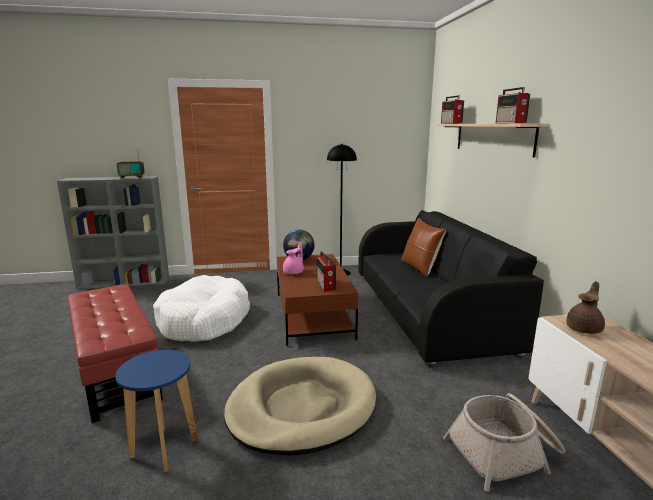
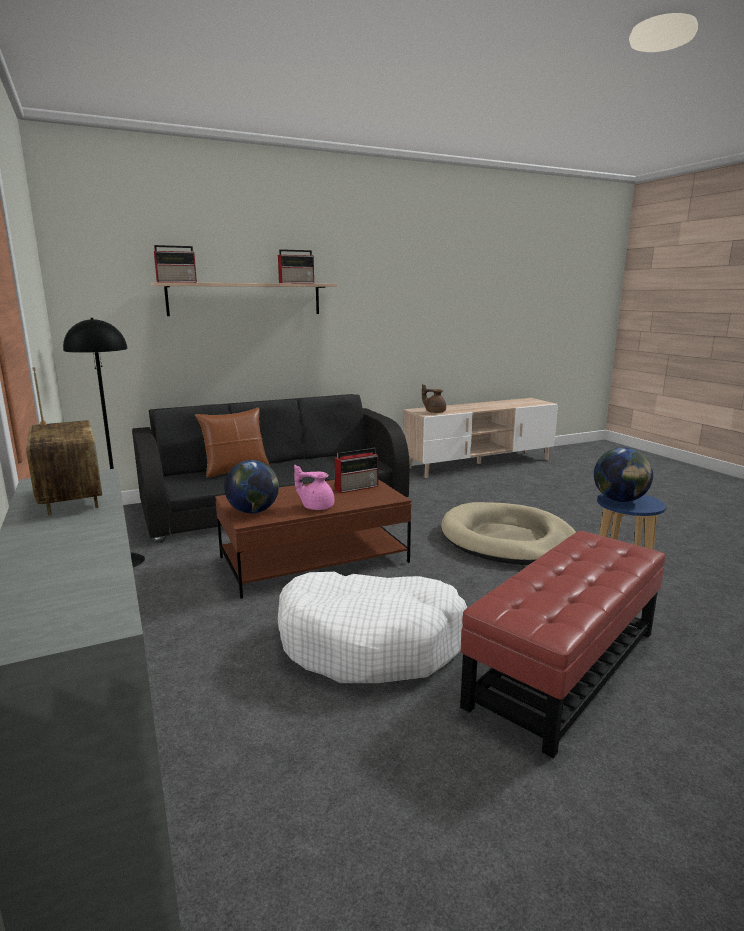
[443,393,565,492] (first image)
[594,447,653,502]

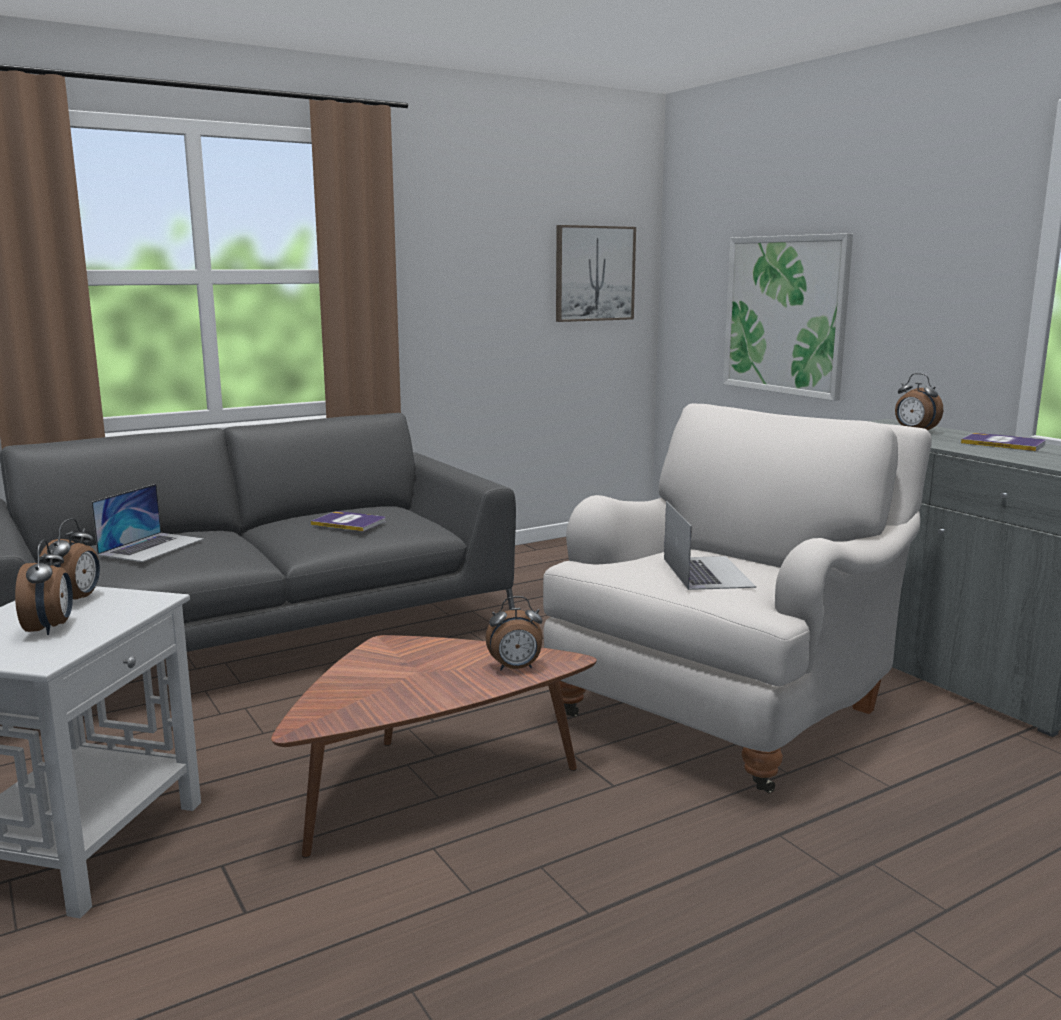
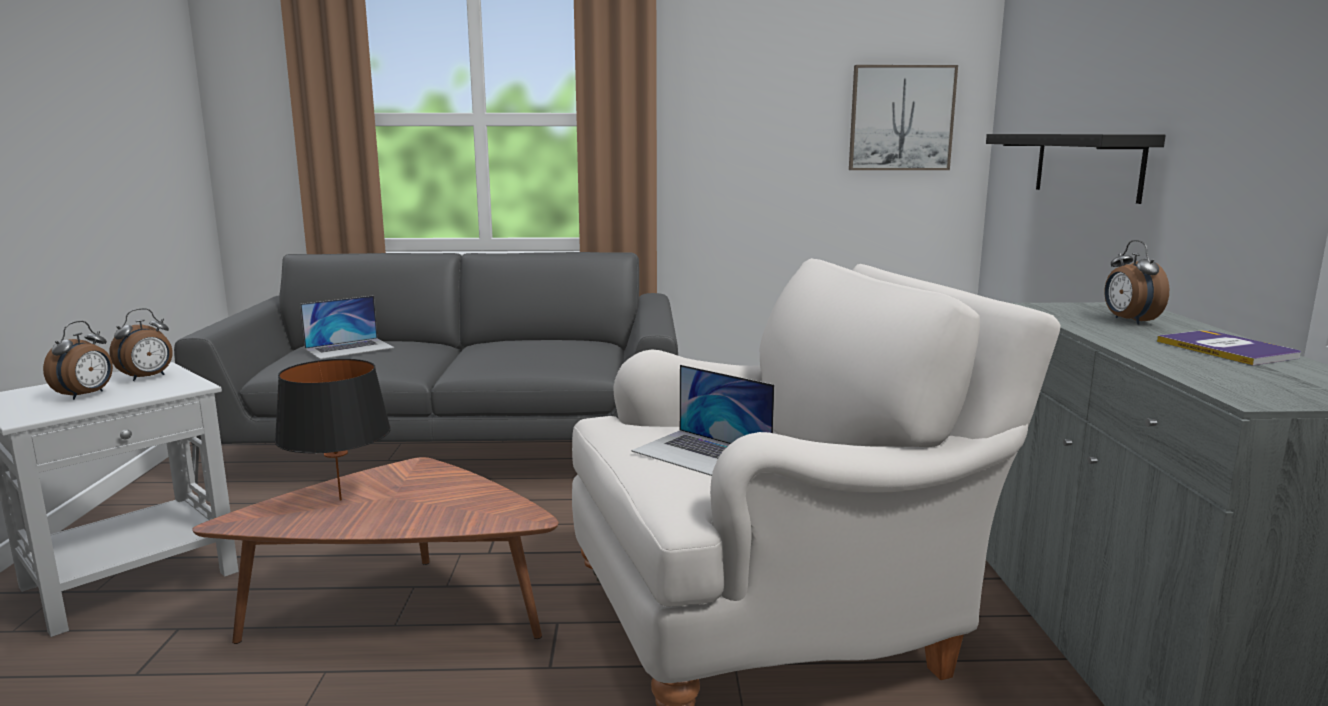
[311,511,385,531] (first image)
[485,596,543,670] (first image)
[275,359,391,501]
[986,134,1166,204]
[632,365,775,476]

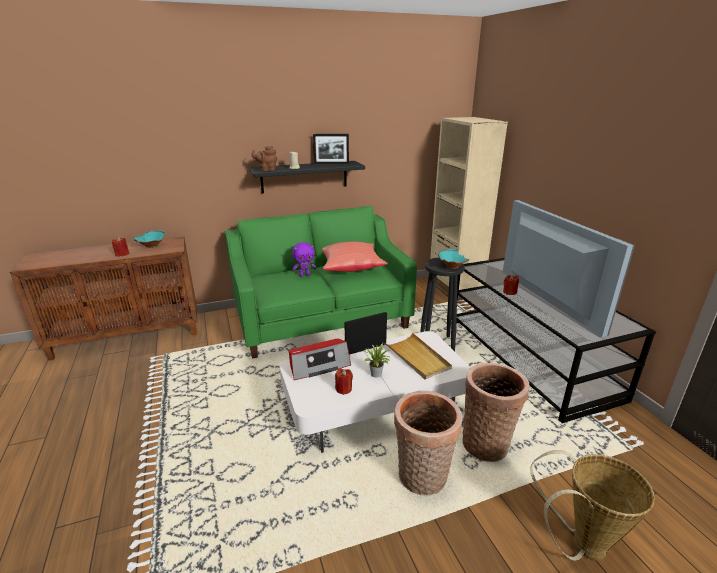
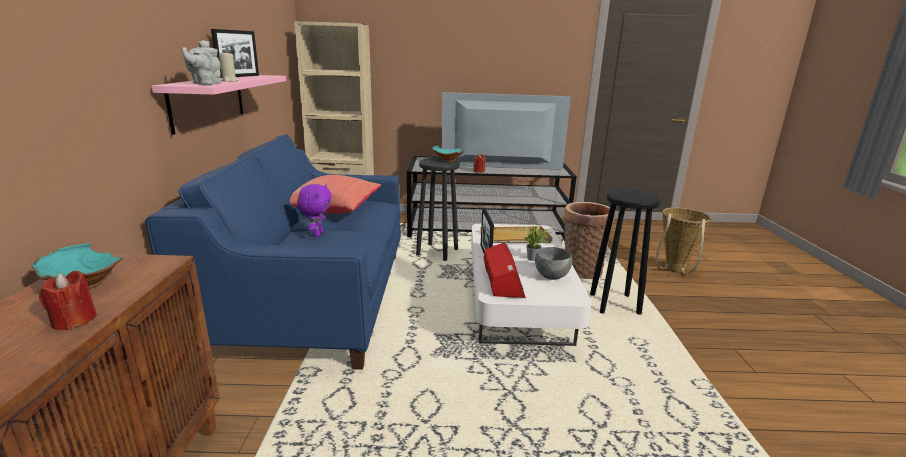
[535,247,572,280]
[590,189,661,315]
[145,134,401,370]
[152,75,286,135]
[182,40,221,85]

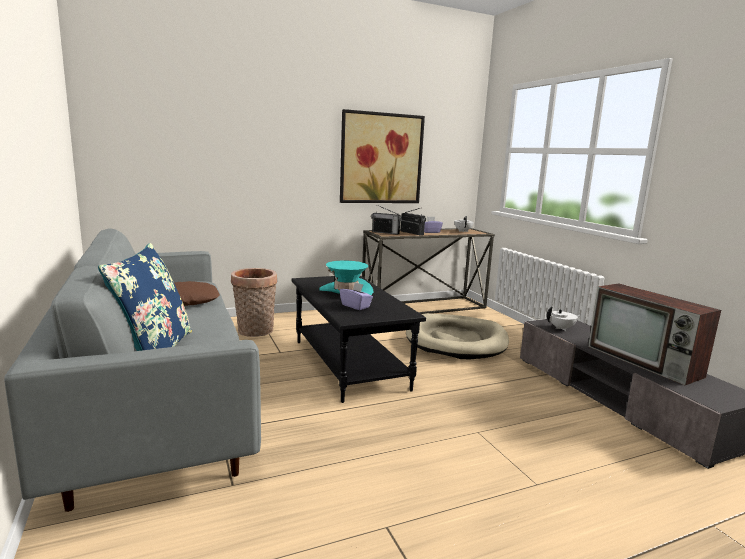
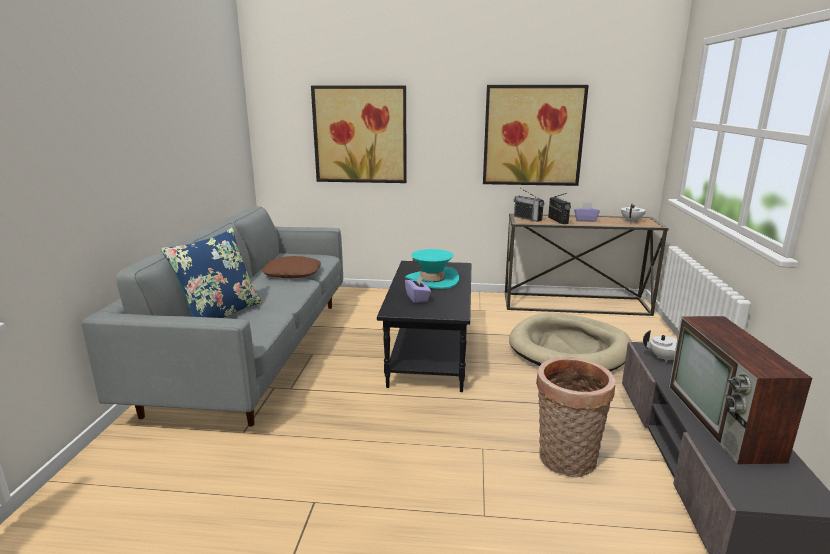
[311,85,407,183]
[536,357,616,477]

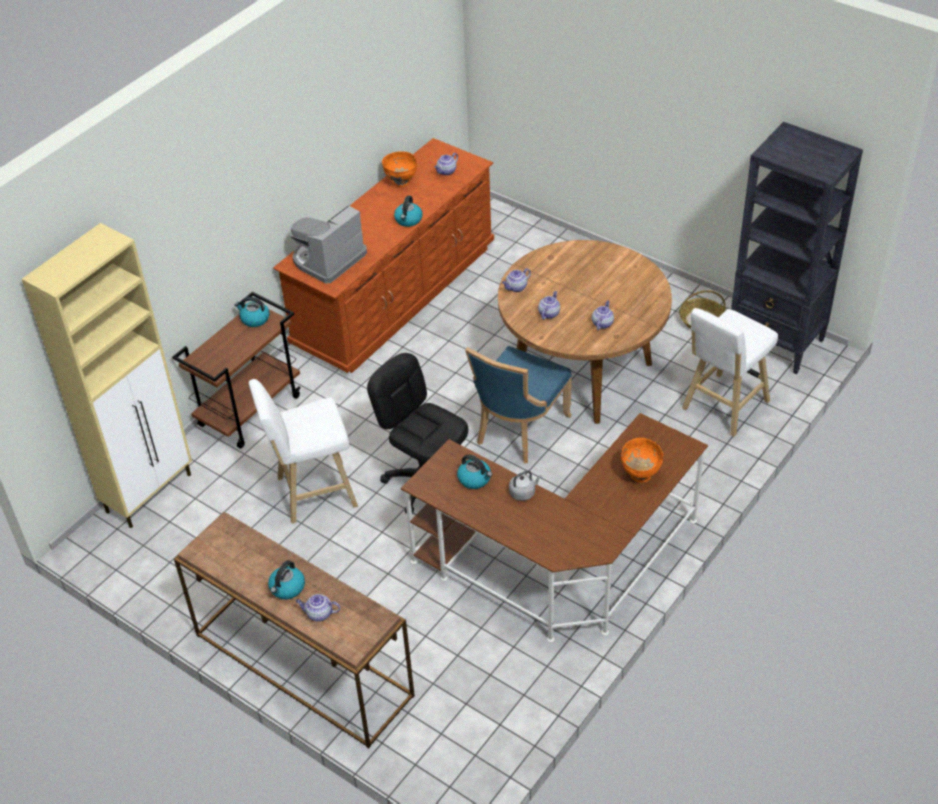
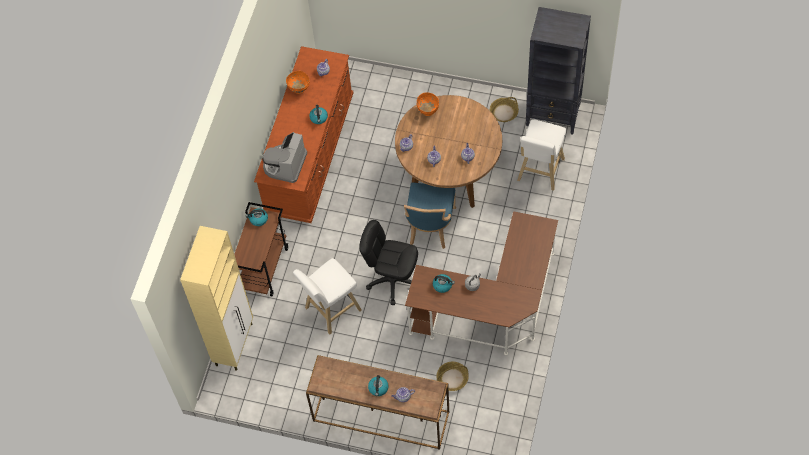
[436,361,469,391]
[417,92,439,116]

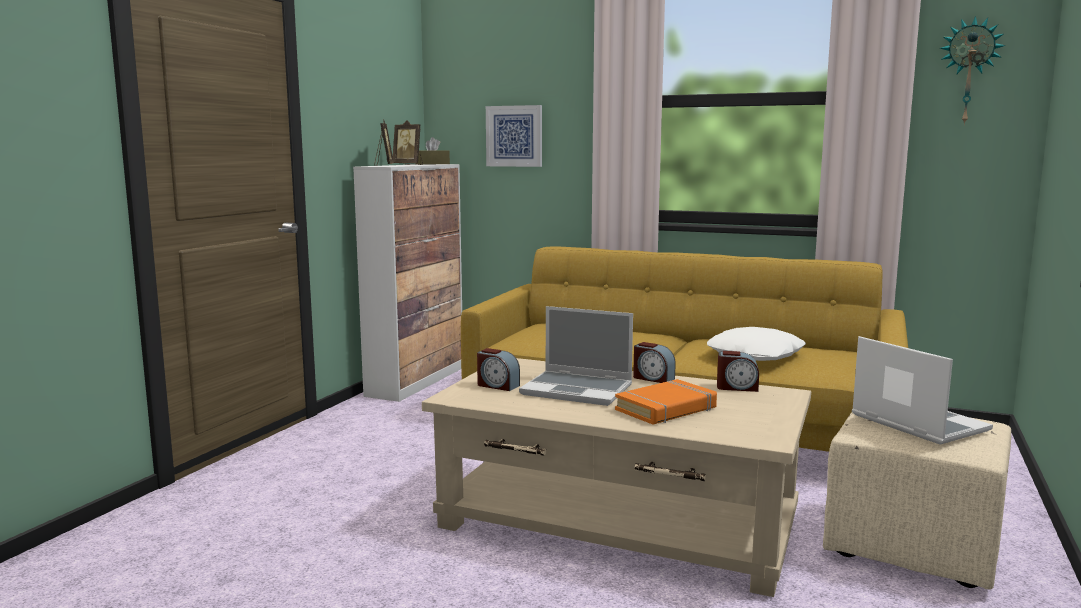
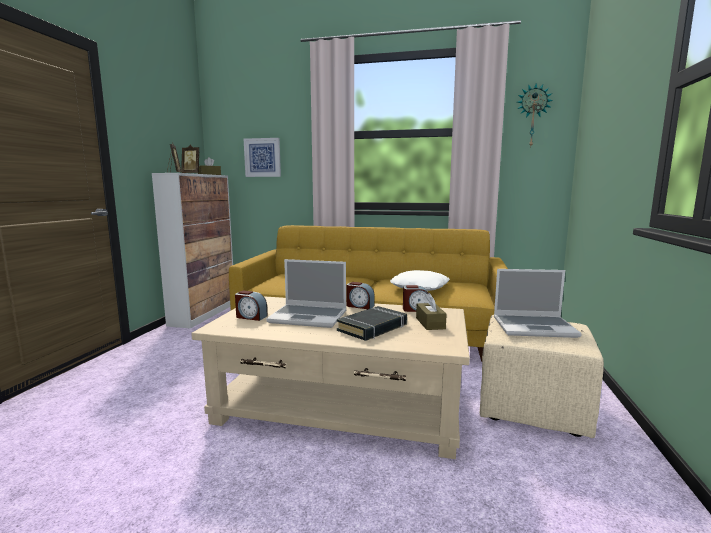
[416,293,447,330]
[337,306,407,341]
[494,269,582,338]

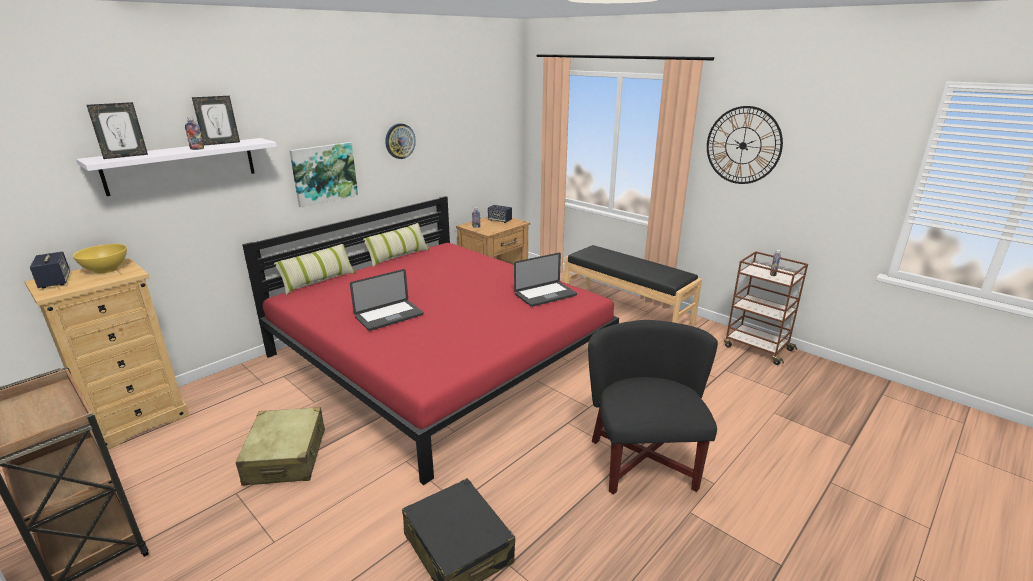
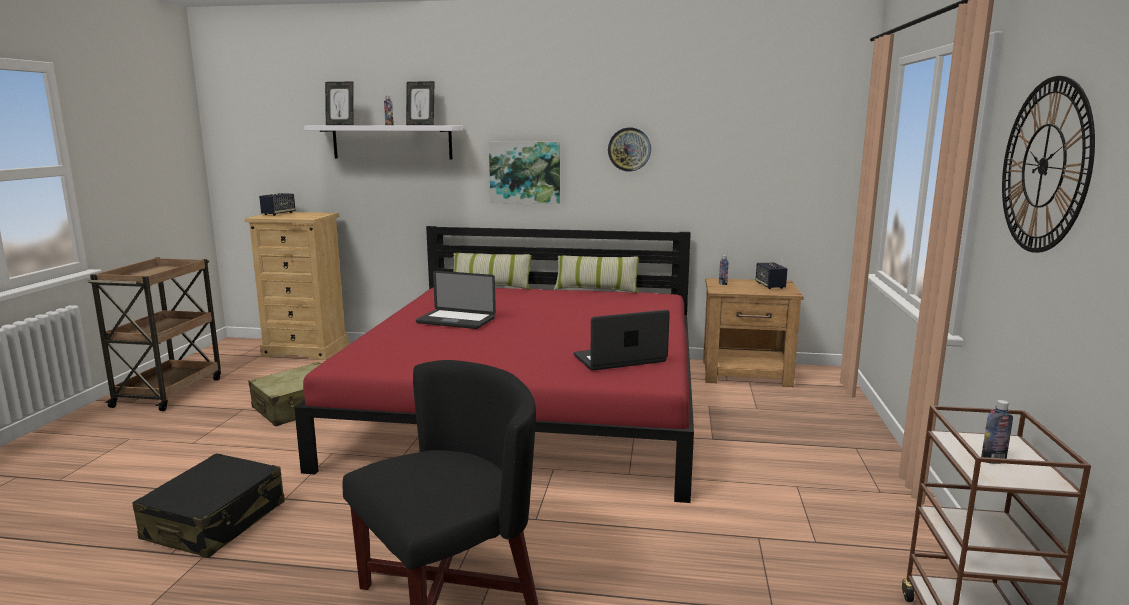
[73,244,127,273] (first image)
[564,245,702,326] (first image)
[574,310,670,371]

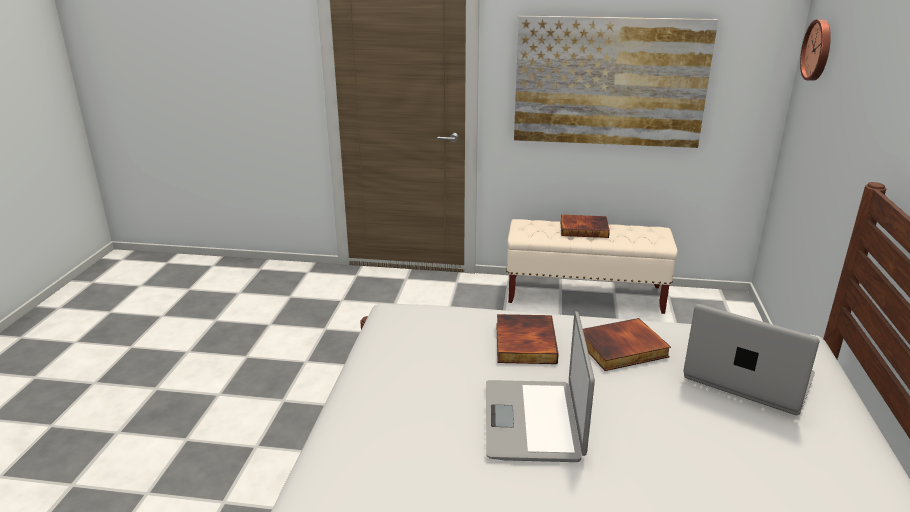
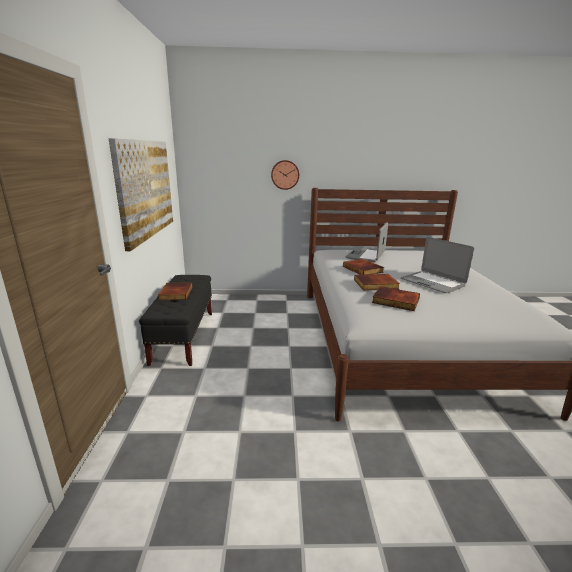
[372,286,420,311]
[271,160,299,190]
[139,275,212,366]
[401,237,474,293]

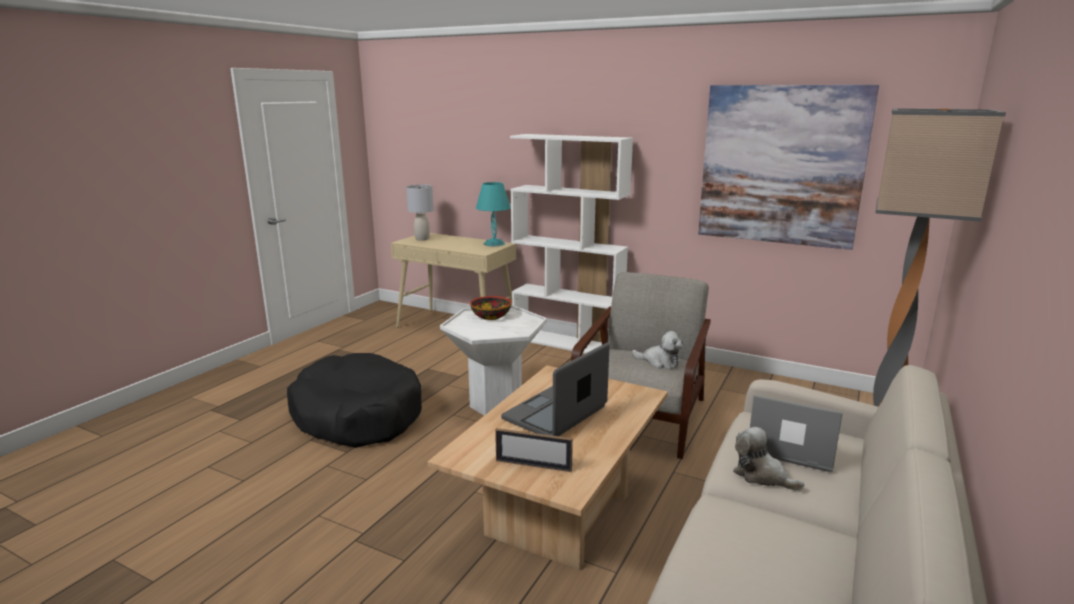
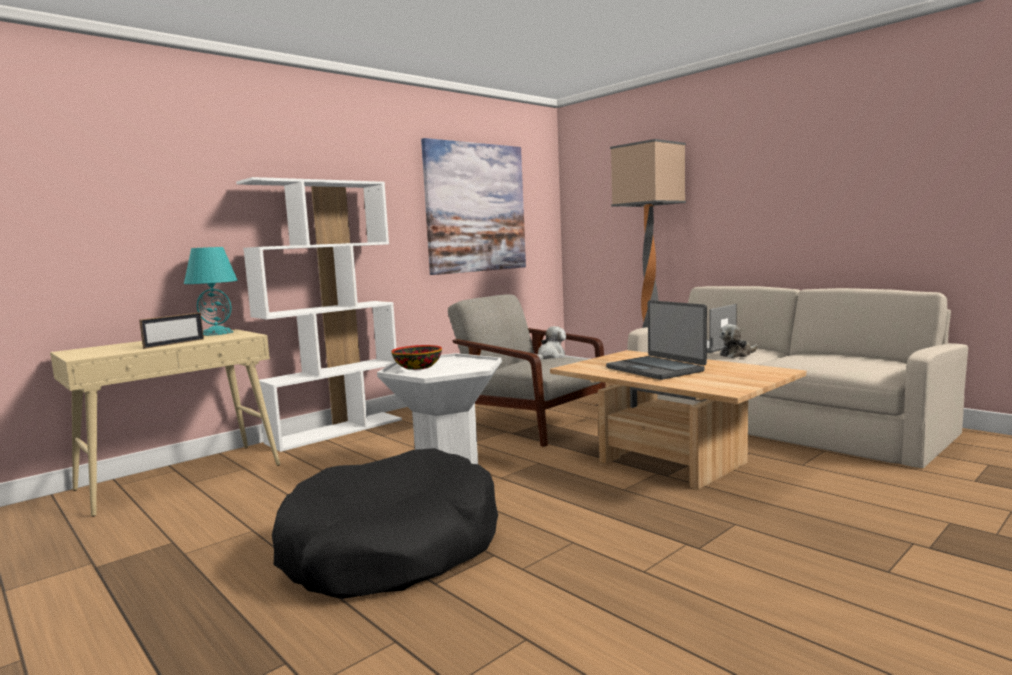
[406,185,434,241] (first image)
[139,312,204,349]

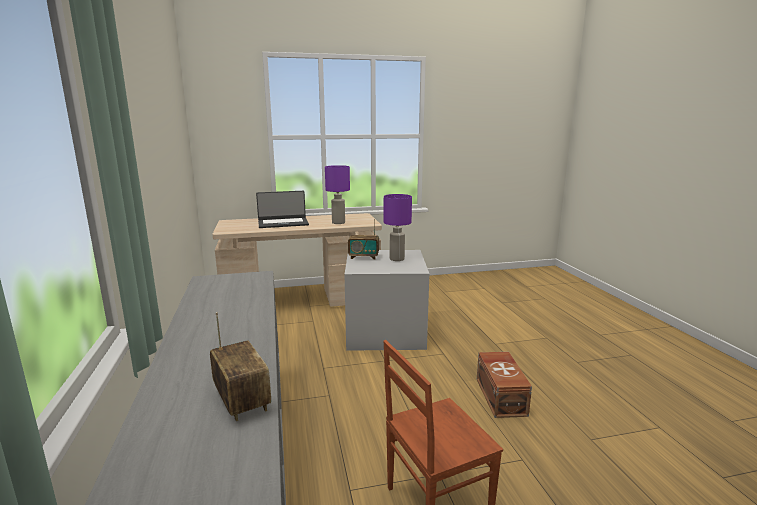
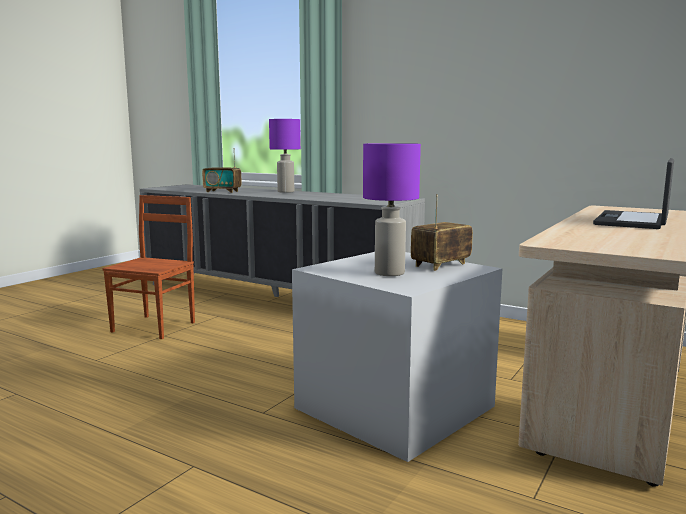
[477,352,532,418] (first image)
[269,119,301,193]

